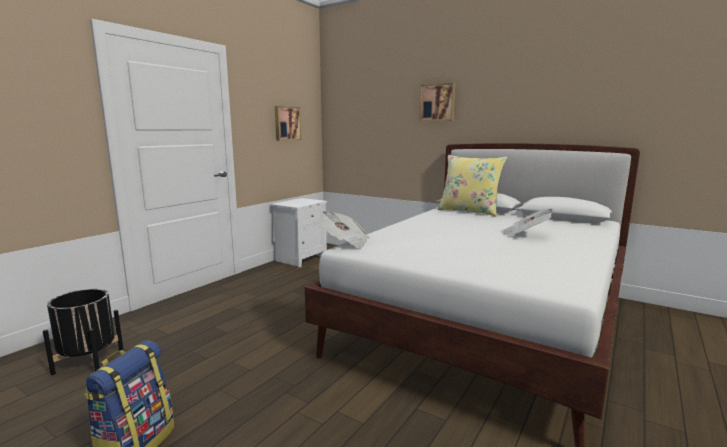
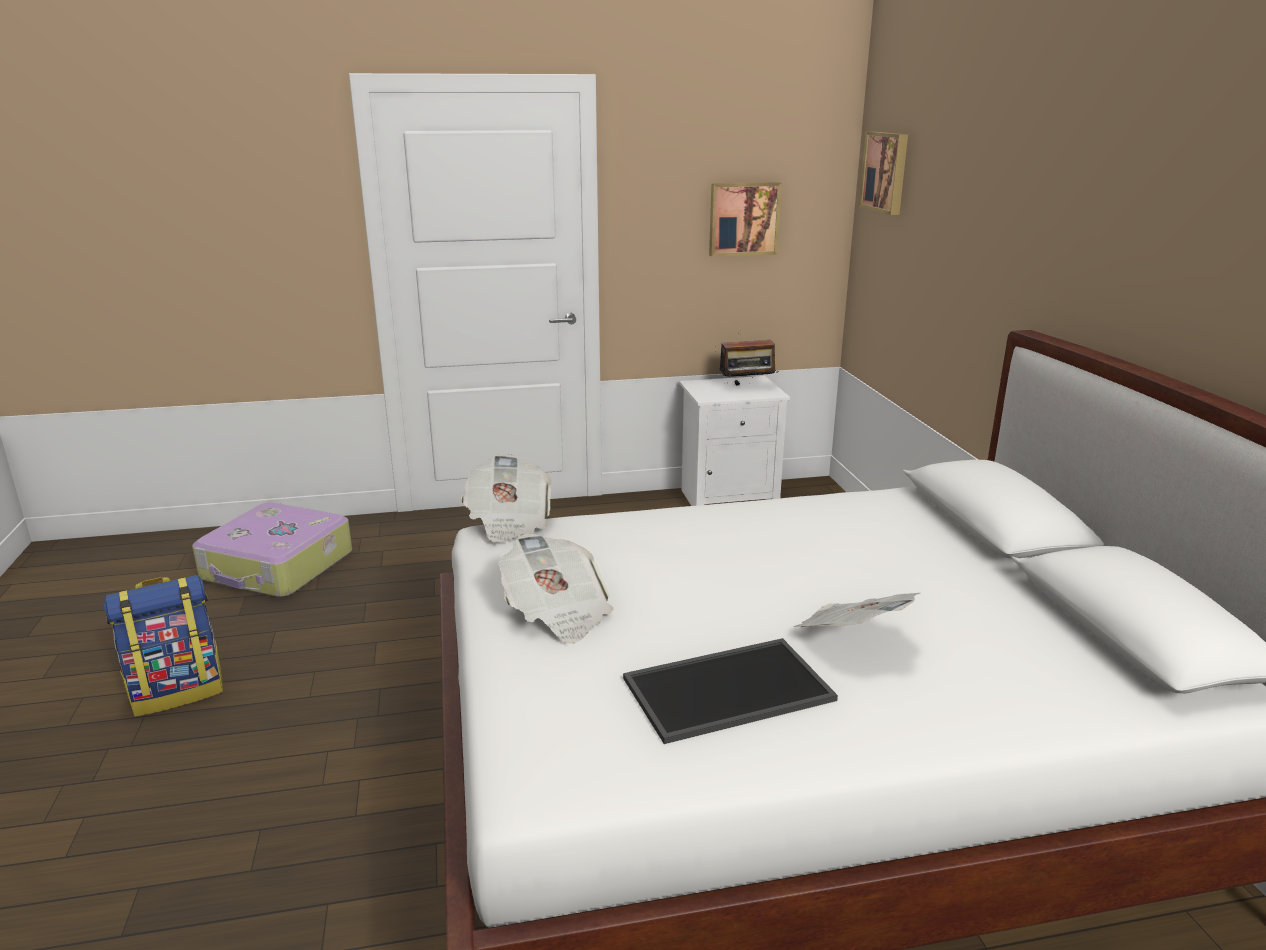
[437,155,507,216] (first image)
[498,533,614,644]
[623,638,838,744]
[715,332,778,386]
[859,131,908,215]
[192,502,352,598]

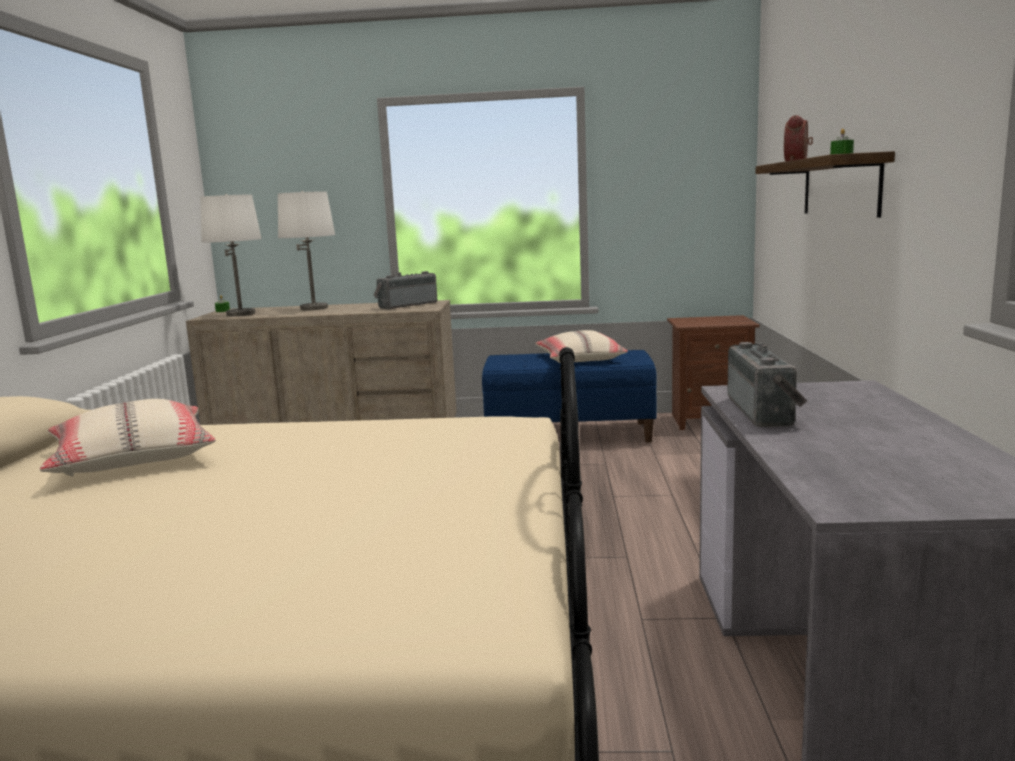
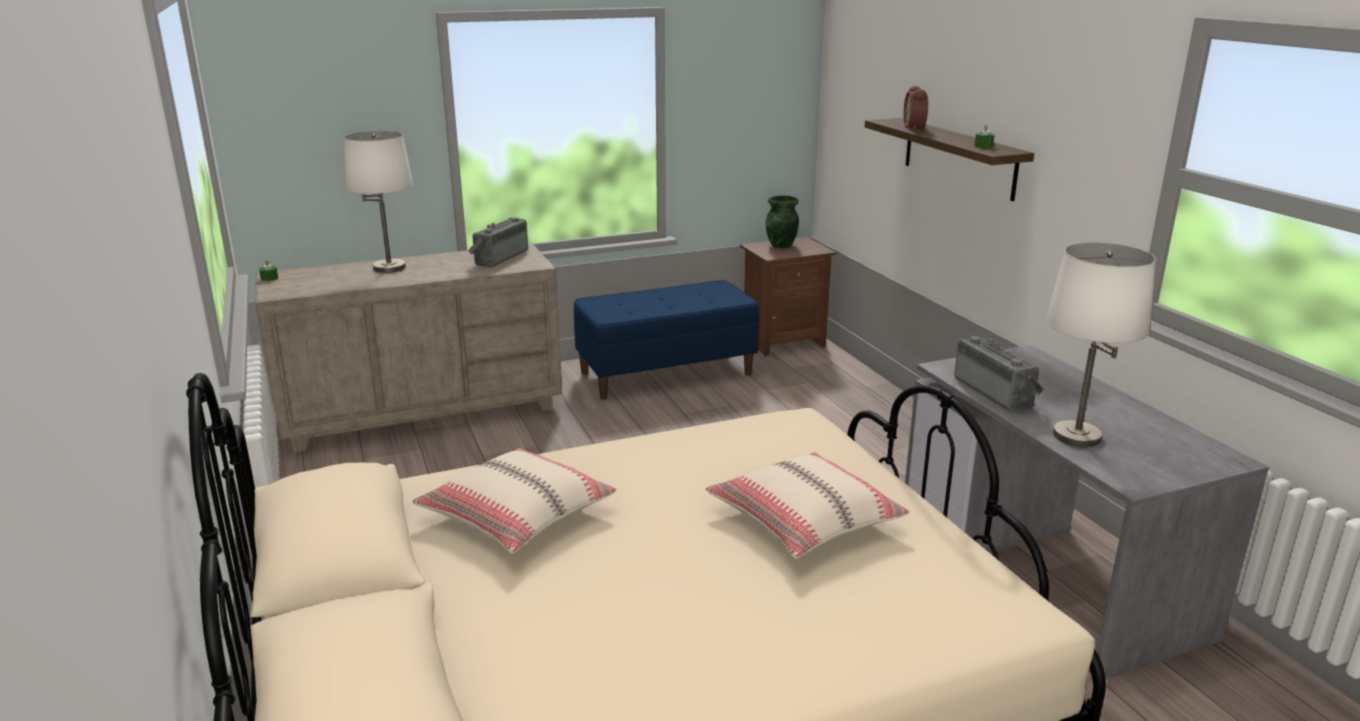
[766,195,799,248]
[1046,242,1156,447]
[705,452,909,559]

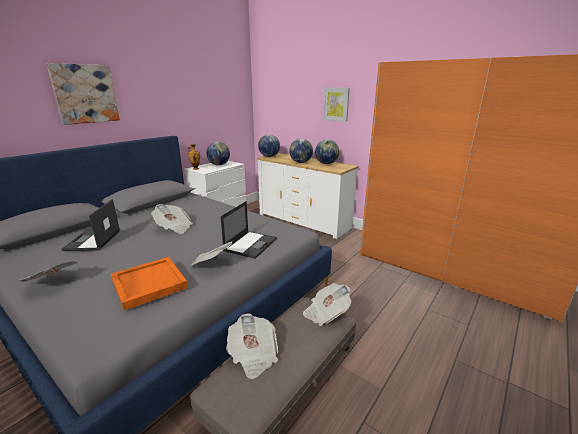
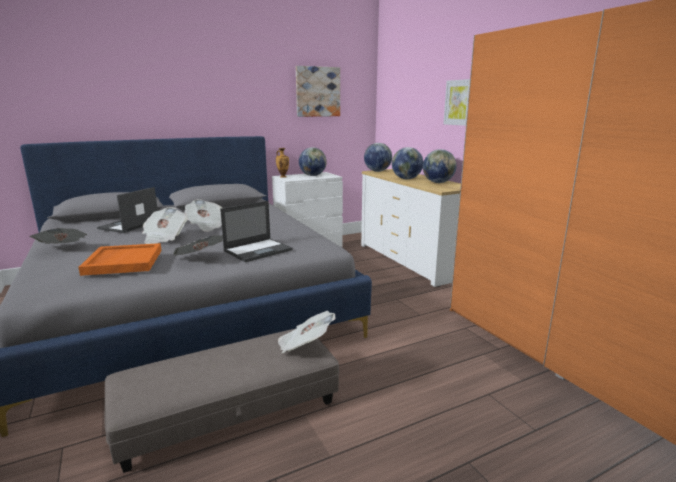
[296,66,340,117]
[142,207,188,244]

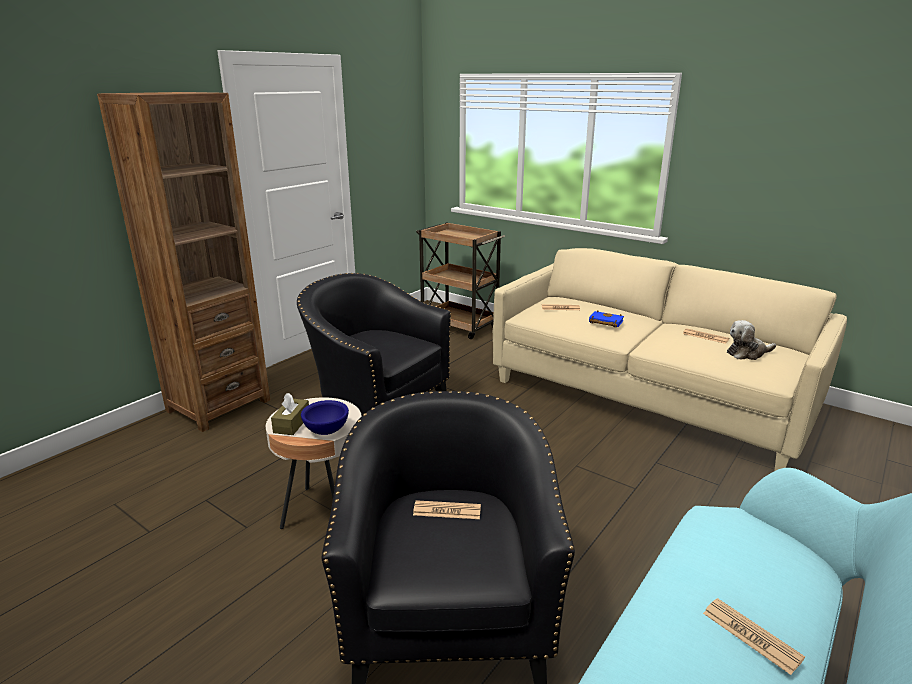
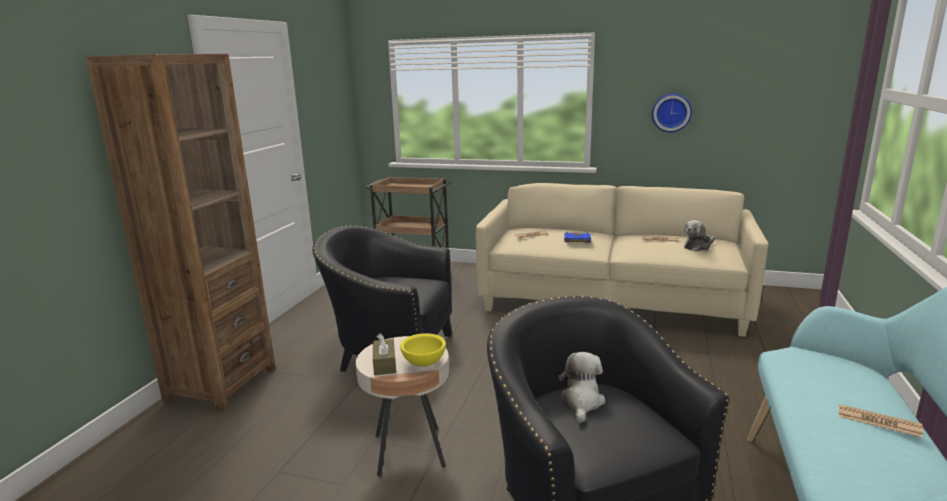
[652,93,692,132]
[558,352,605,423]
[400,333,446,367]

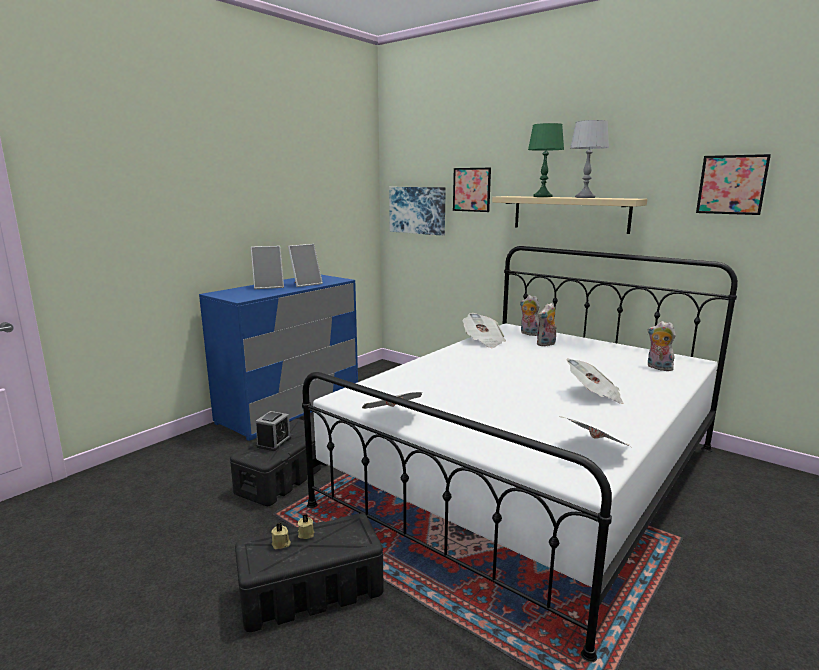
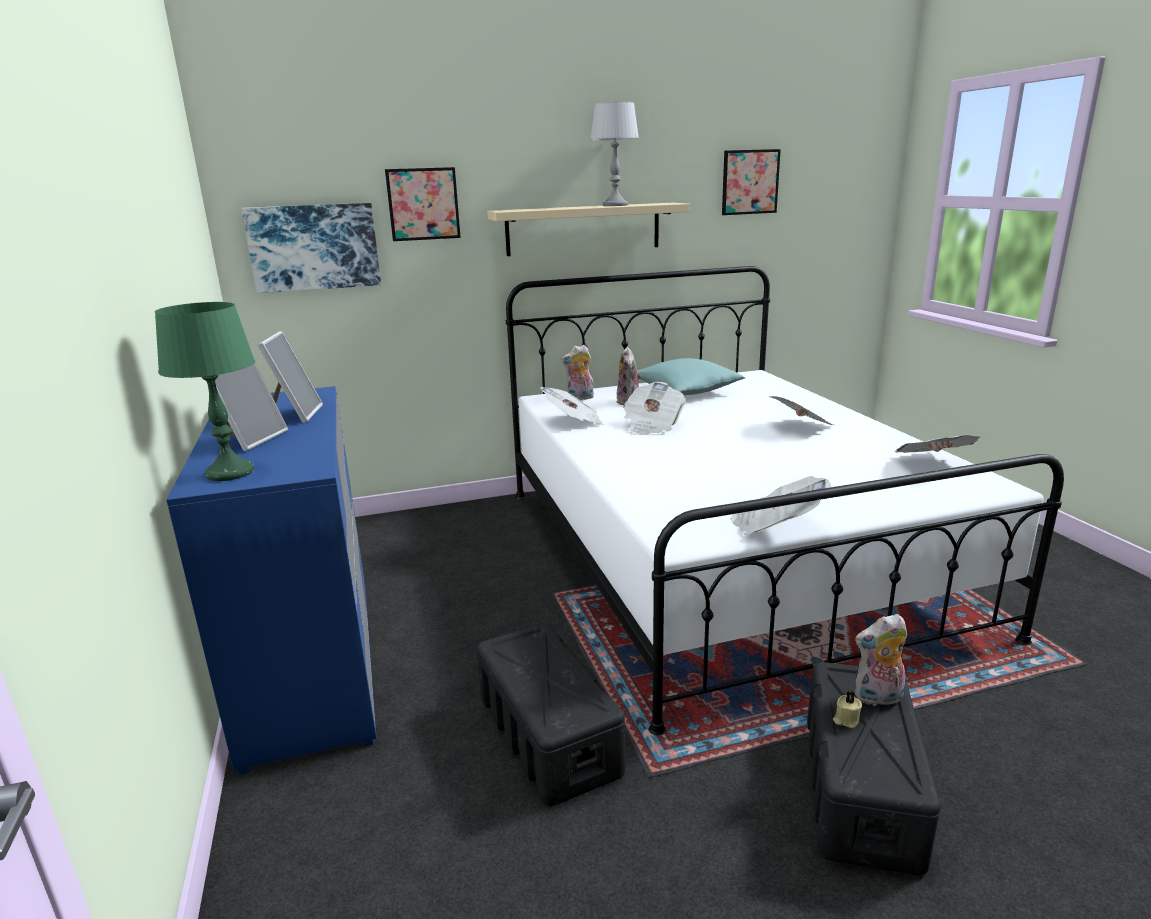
[255,411,291,451] (first image)
[271,523,291,549] (first image)
[623,382,686,435]
[637,358,746,395]
[154,302,255,481]
[855,614,907,706]

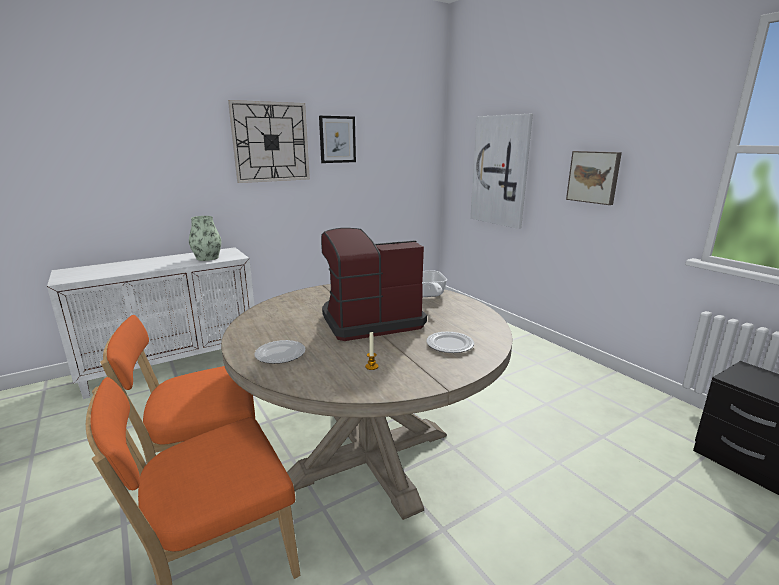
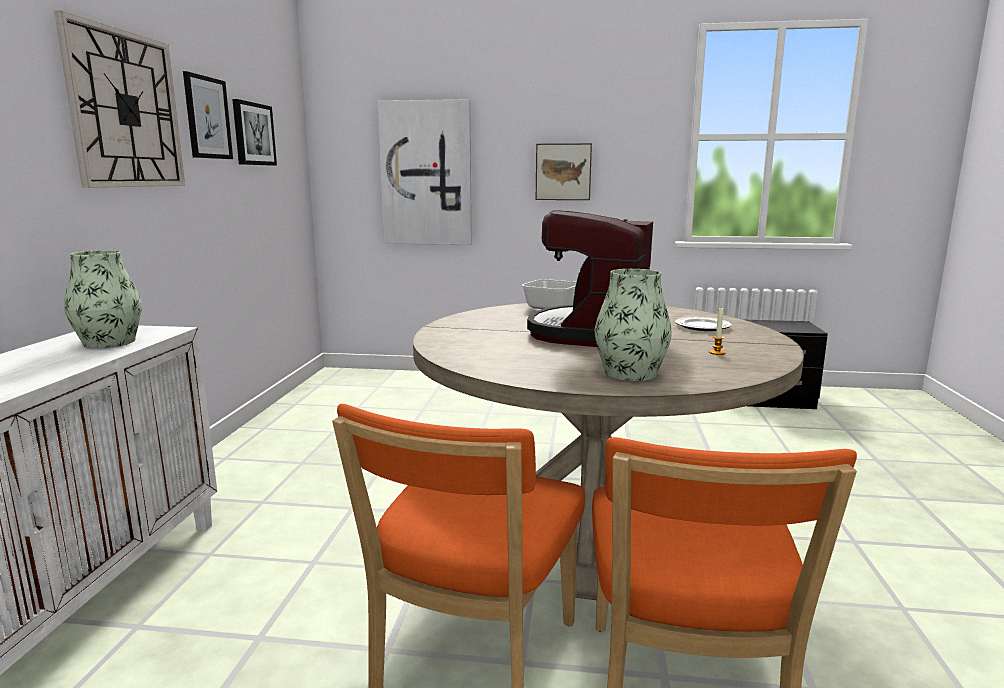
[232,99,277,166]
[595,269,672,381]

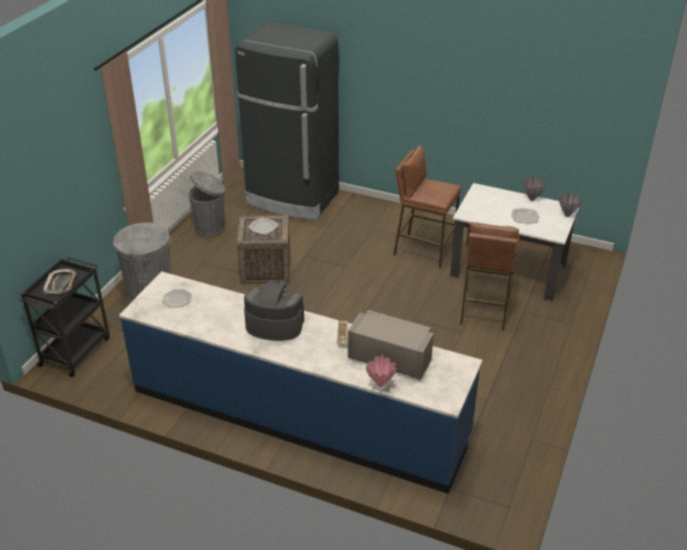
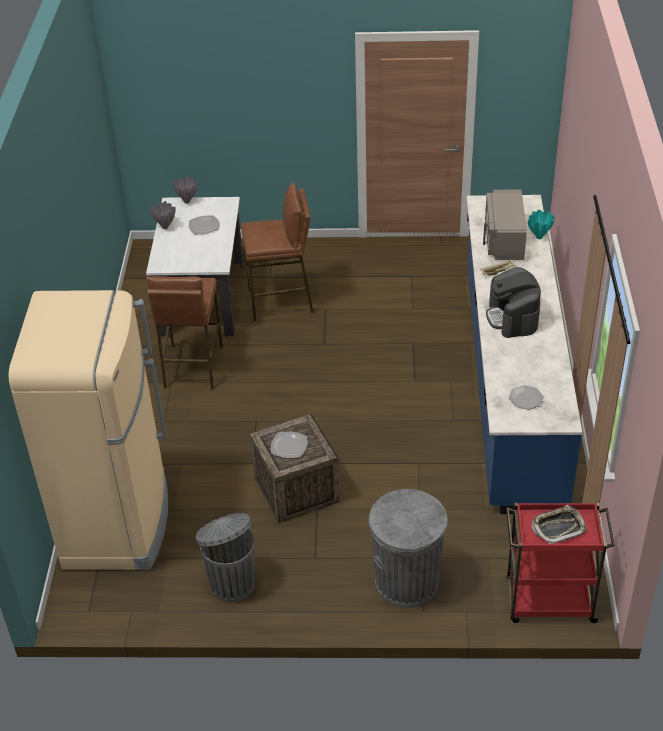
[506,503,615,623]
[8,290,168,570]
[528,210,555,239]

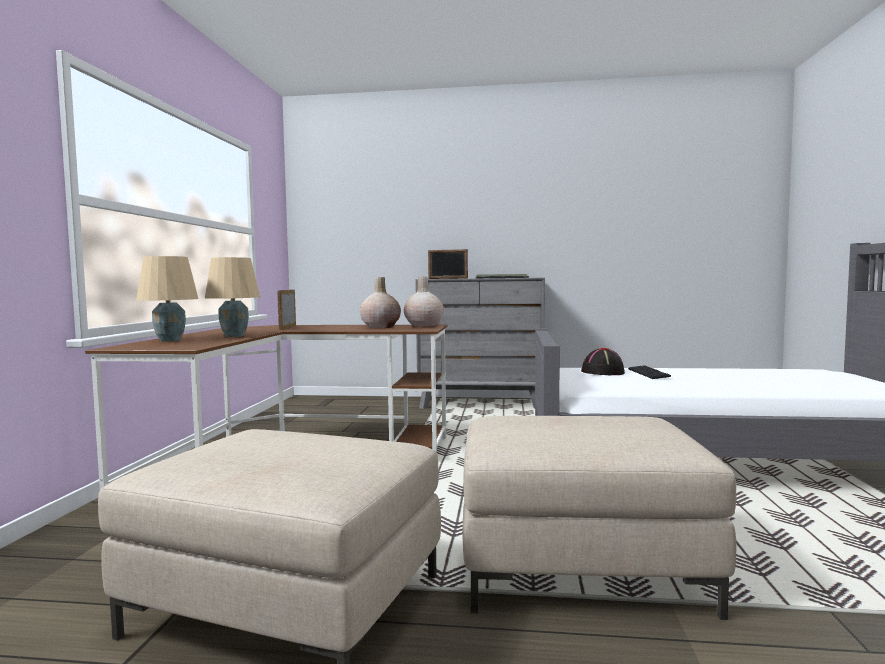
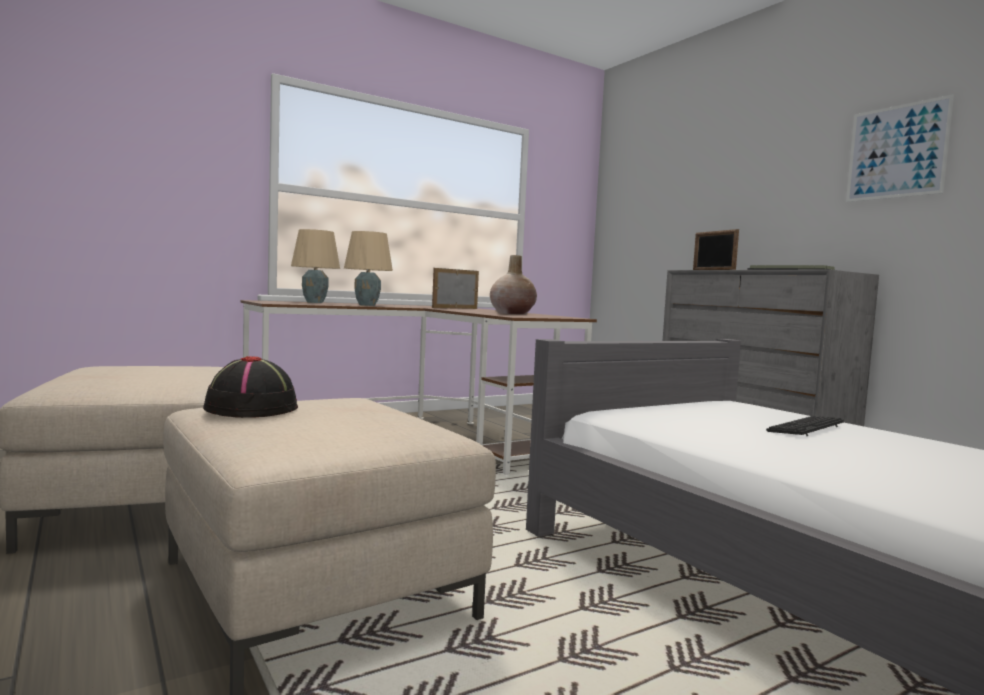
[404,276,444,327] (first image)
[846,94,954,202]
[203,356,298,418]

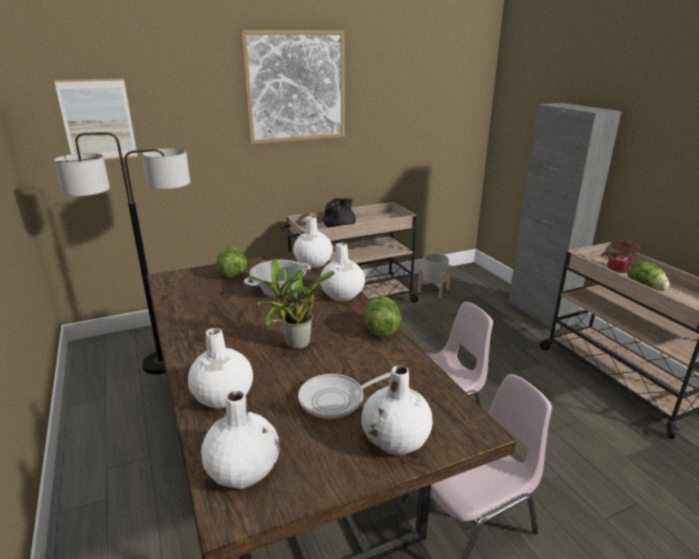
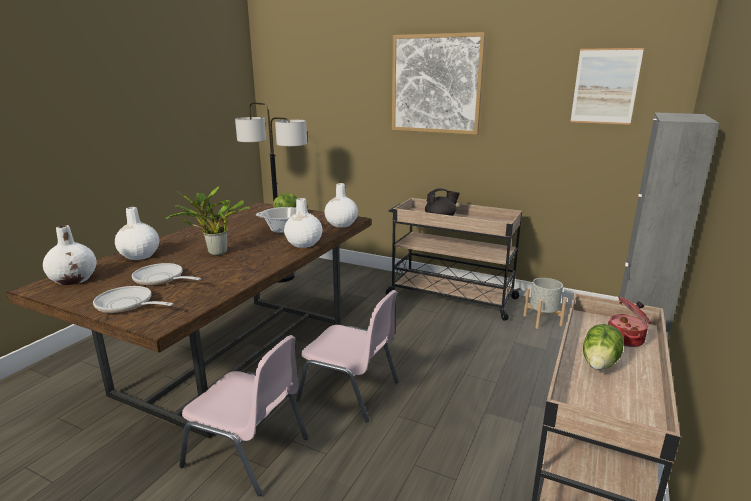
[364,296,401,337] (first image)
[570,48,644,125]
[93,286,174,313]

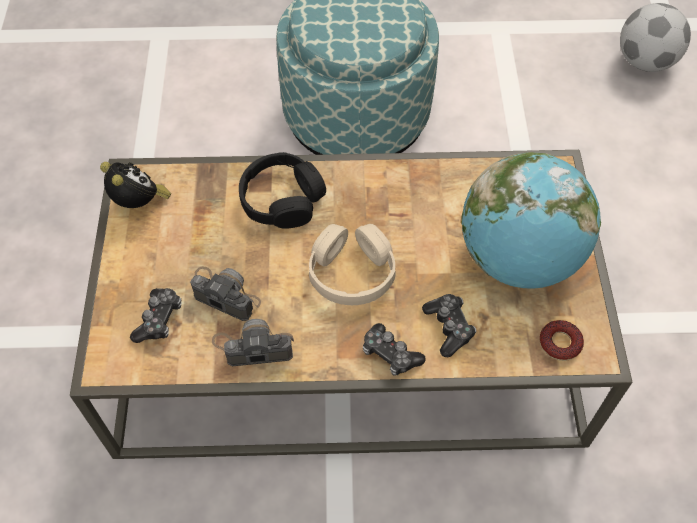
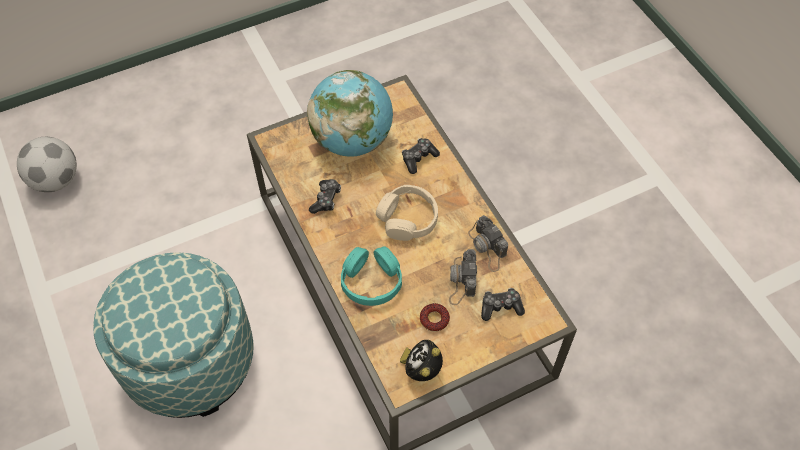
[309,179,341,214]
[420,303,450,332]
[341,246,402,306]

